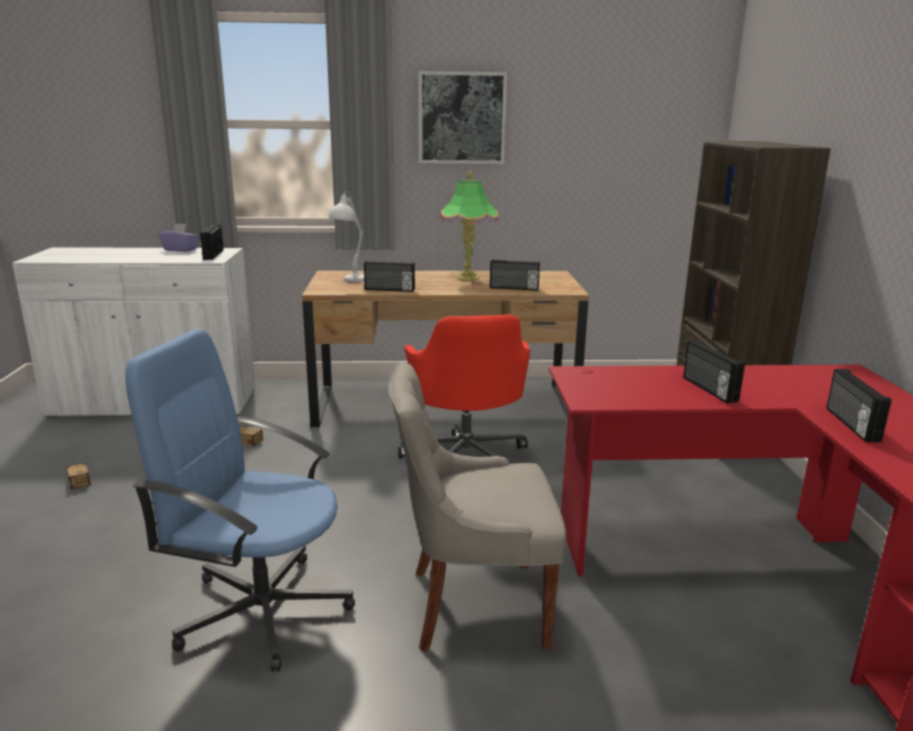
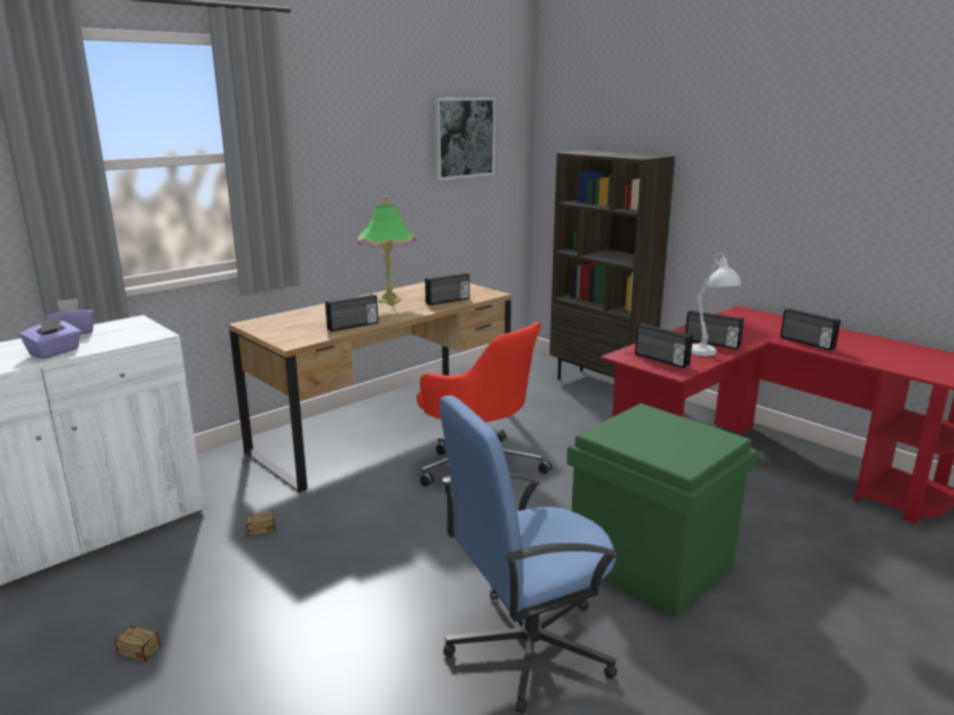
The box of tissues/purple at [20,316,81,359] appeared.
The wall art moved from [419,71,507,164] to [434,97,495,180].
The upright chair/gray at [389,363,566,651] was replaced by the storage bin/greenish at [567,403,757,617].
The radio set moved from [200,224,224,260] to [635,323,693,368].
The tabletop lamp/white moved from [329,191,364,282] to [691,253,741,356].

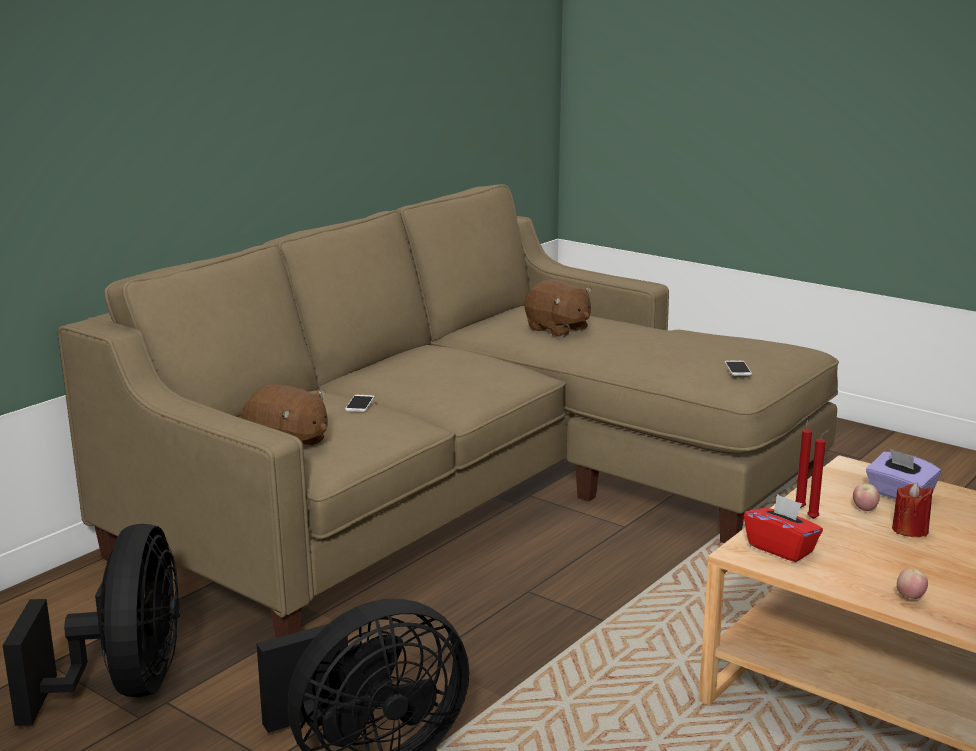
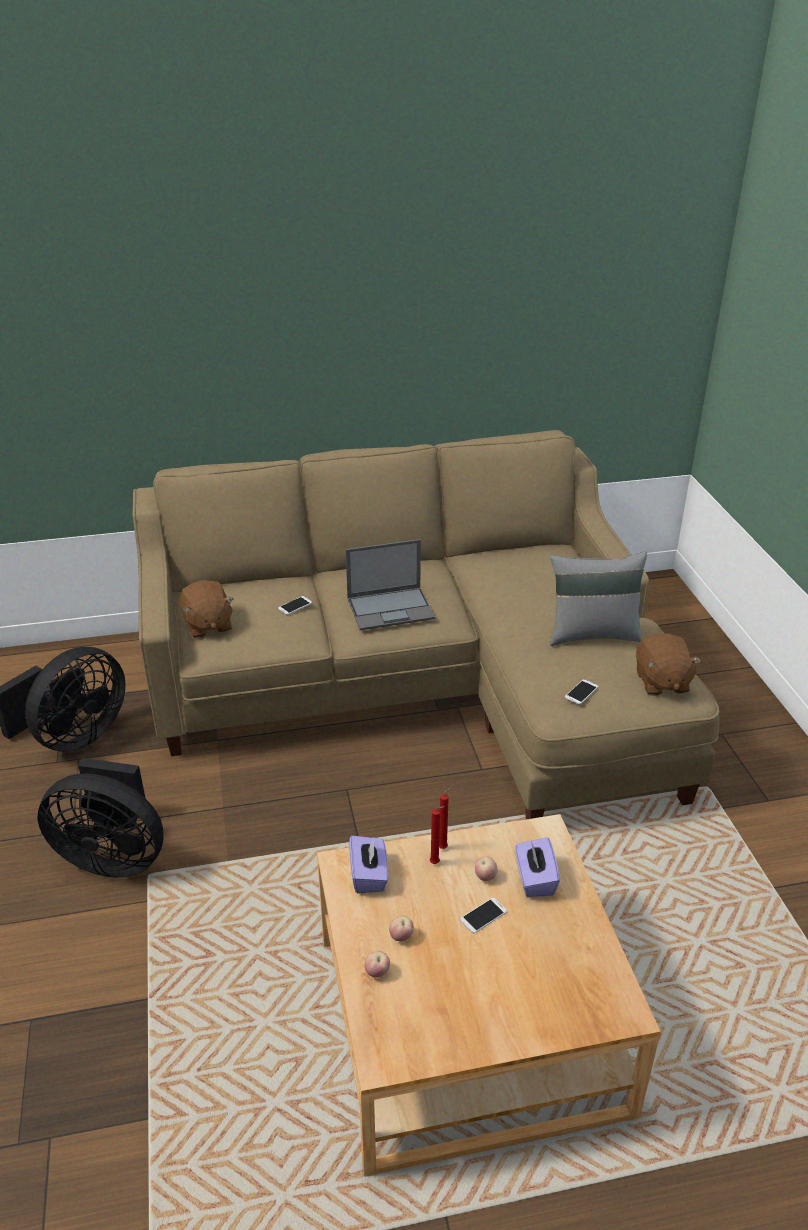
The laptop at [346,539,435,630] appeared.
The box of tissues/red at [744,494,823,562] became the box of tissues/purple at [349,836,388,893].
The apple fruit at [389,916,414,942] appeared.
The candle/red at [892,483,933,537] was replaced by the handset at [460,898,507,934].
The cushion/gray at [550,551,647,646] appeared.
The cuddly toy/brown-coloured moved from [524,280,592,337] to [636,633,701,696].

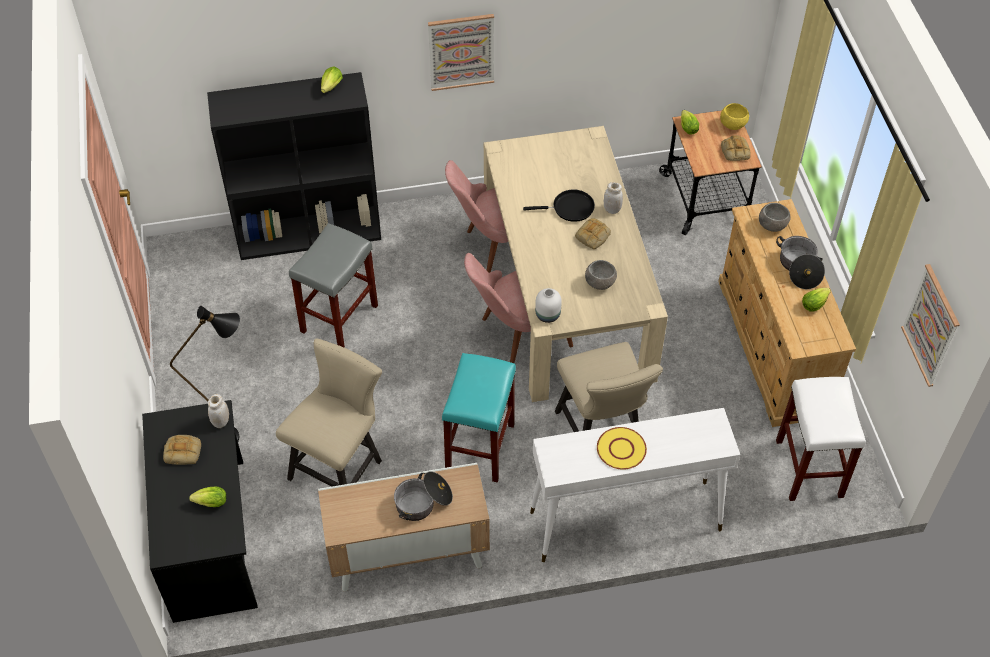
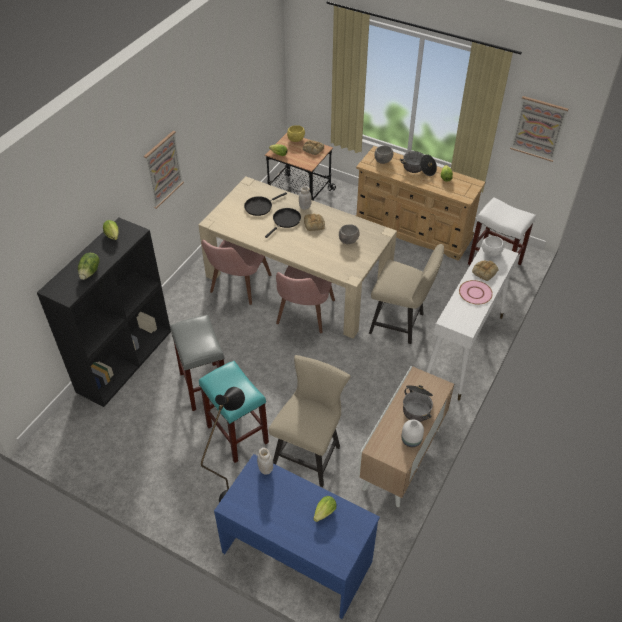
The head of lettuce at [78,253,100,280] appeared.
The sitting stool/blue-green moved from [442,353,516,483] to [199,361,269,463].
The desk table/black-coloured at [142,400,258,623] became the desk table/bluish at [214,454,380,619].
The frying pan/black-coloured at [244,192,287,216] appeared.
The upright chair/sand-coloured at [276,338,382,487] turned 45 degrees clockwise.
The decorative vase/white moved from [535,288,562,323] to [401,419,424,447].
The plate/yellowish at [597,427,647,470] became the plate/pink-coloured at [459,280,493,305].
The bakery bread moved from [163,435,201,465] to [472,260,499,281].
The bowl/white at [482,236,504,256] appeared.

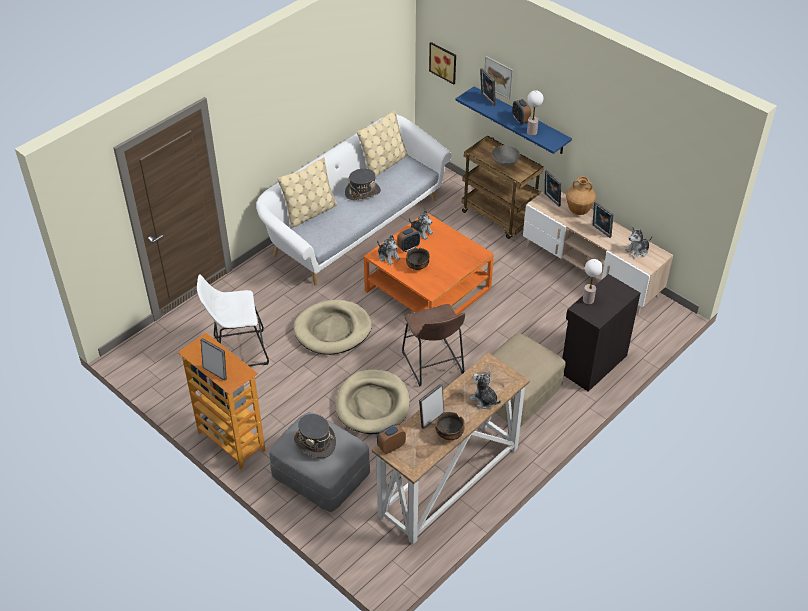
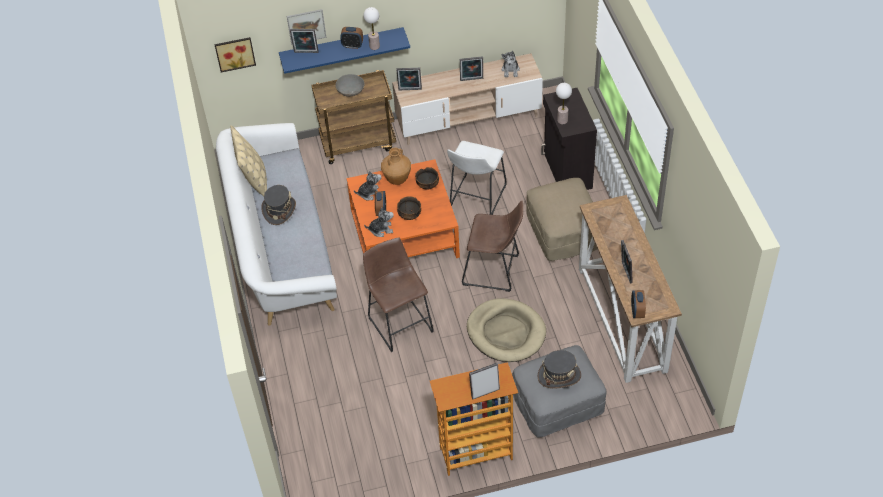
The pet bed/sand-coloured at [294,300,372,355] was replaced by the sitting stool/brown-coloured at [363,237,434,352].
The decorative vase/brown-coloured moved from [566,176,596,215] to [381,147,411,185].
The bowl moved from [435,412,465,440] to [415,167,439,190].
The sitting stool/white moved from [197,274,269,366] to [447,141,507,215].
The cushion/sand-coloured at [277,157,337,228] disappeared.
The cuddly toy at [470,371,501,409] disappeared.

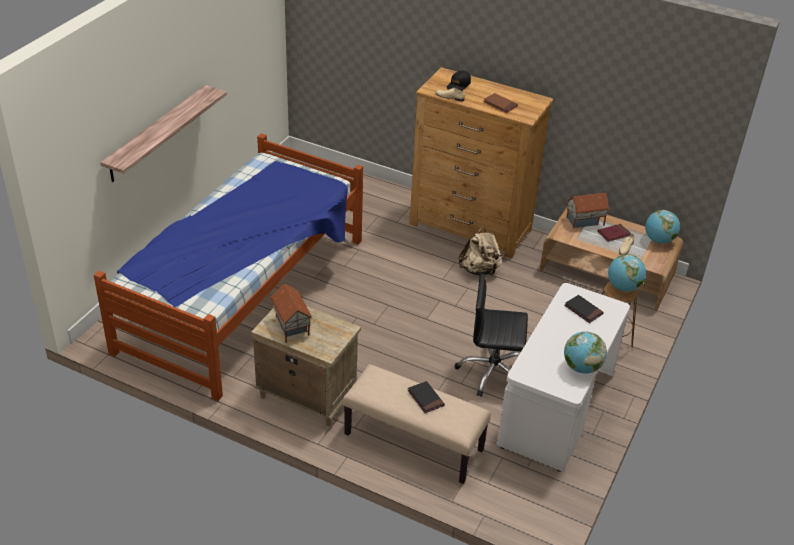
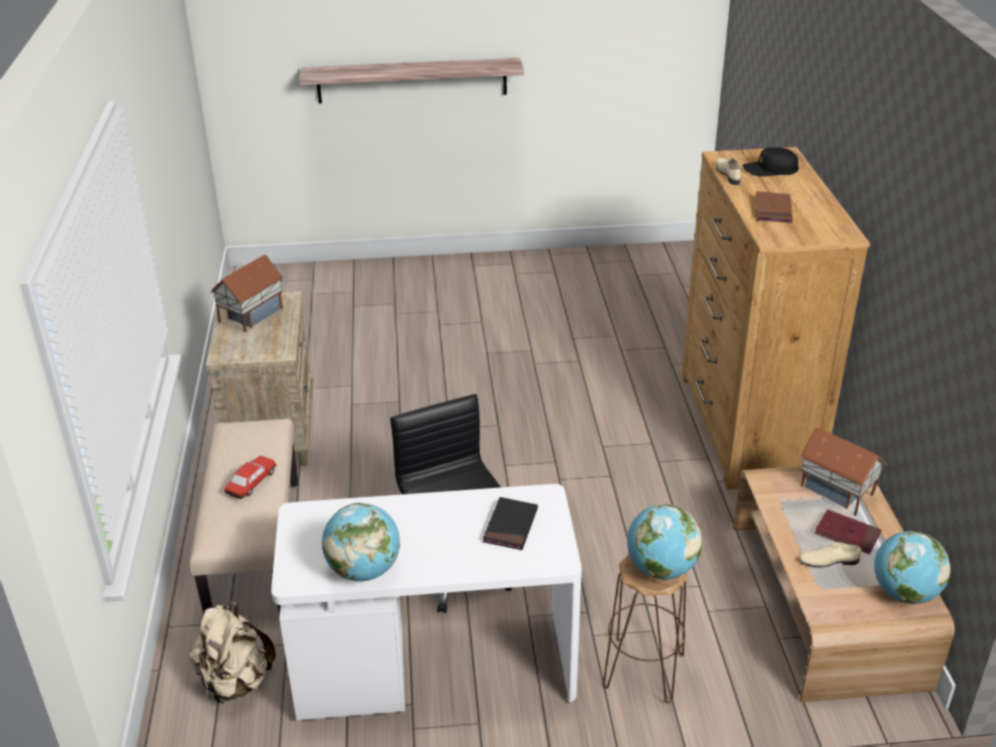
The rucksack/sand-coloured moved from [459,227,502,275] to [189,602,276,704].
The book/black-coloured at [408,381,445,413] was replaced by the miniature car at [224,456,276,499].
The bedroom bed at [94,133,363,401] disappeared.

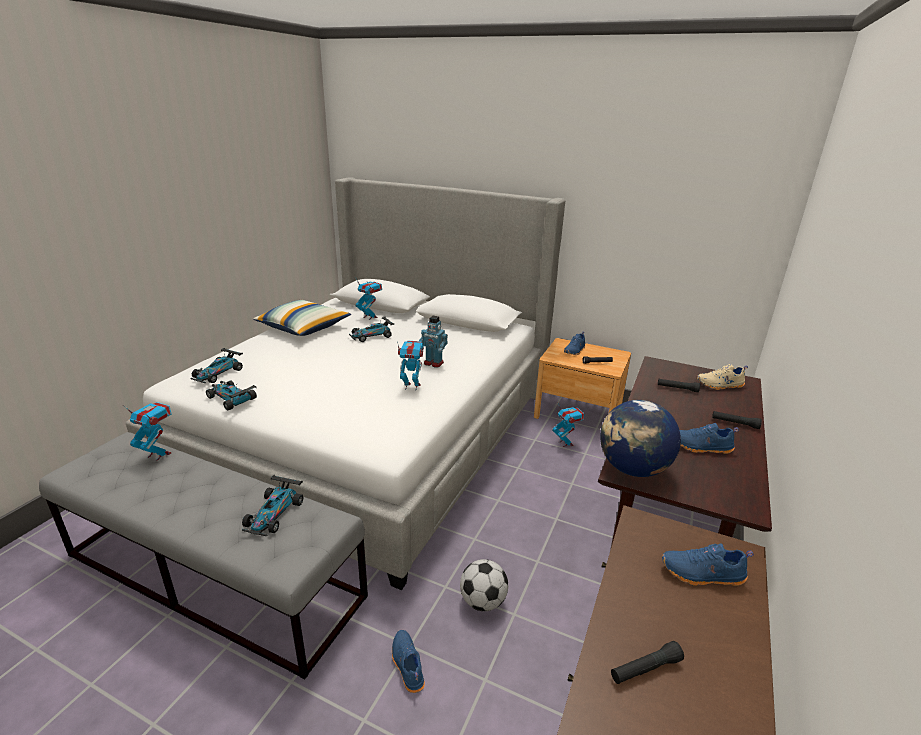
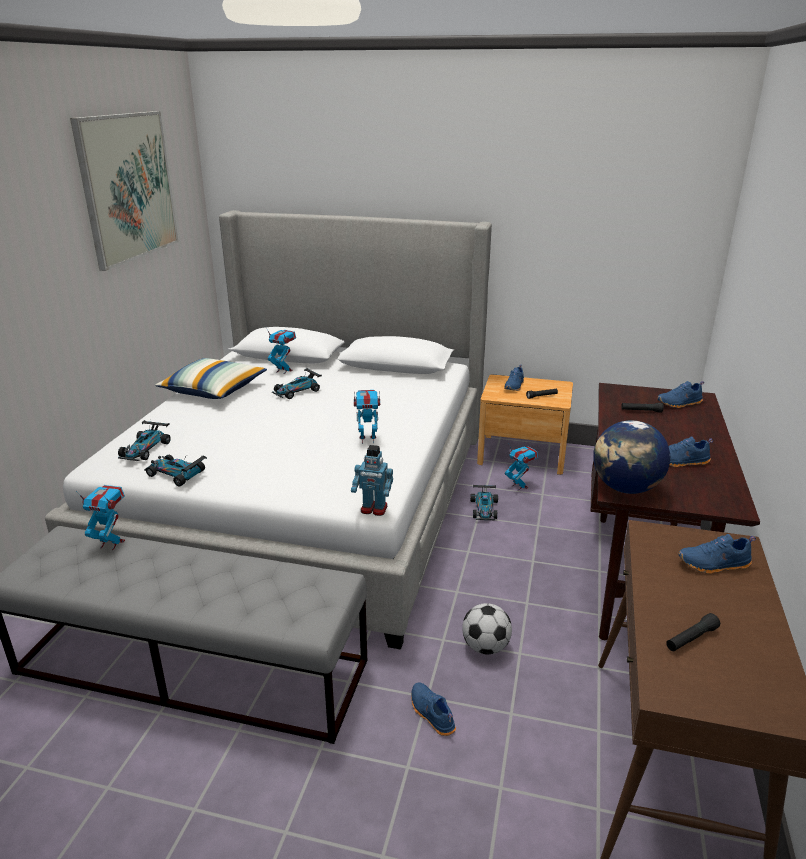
The wall art at [70,111,179,271] appeared.
The robot figure moved from [419,316,448,367] to [351,445,393,516].
The miniature car moved from [242,475,303,536] to [470,485,498,520].
The shoe/sand-coloured at [697,364,748,390] became the shoe/bluish at [657,381,704,408].
The hand torch/black-coloured at [712,411,762,429] disappeared.

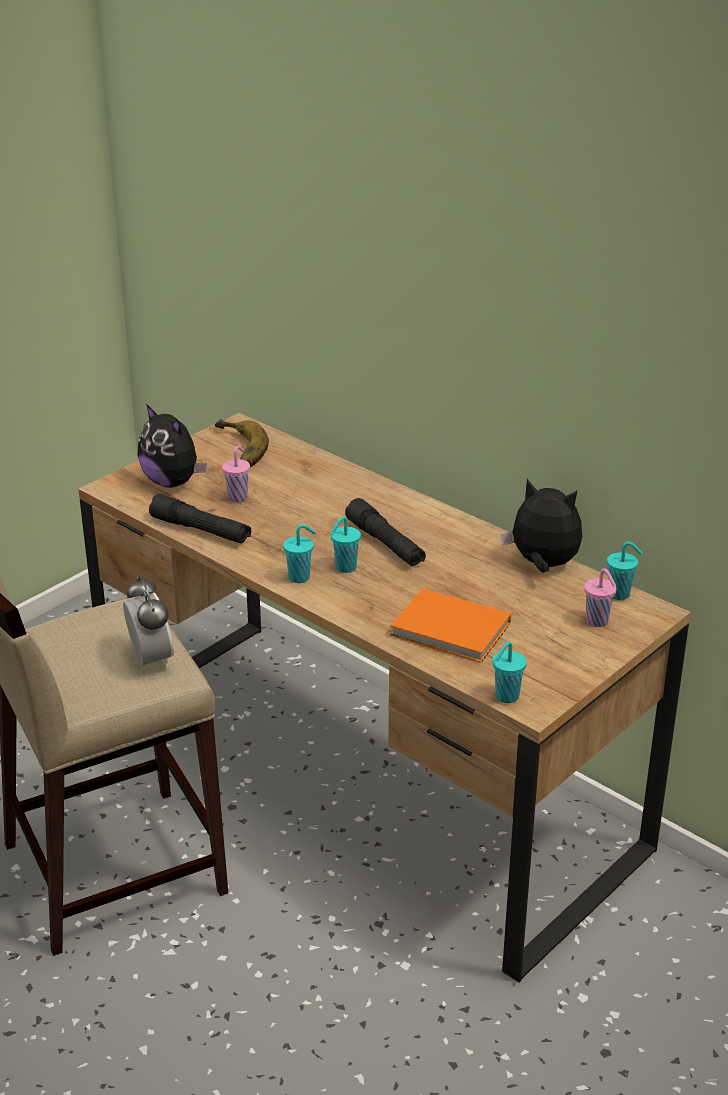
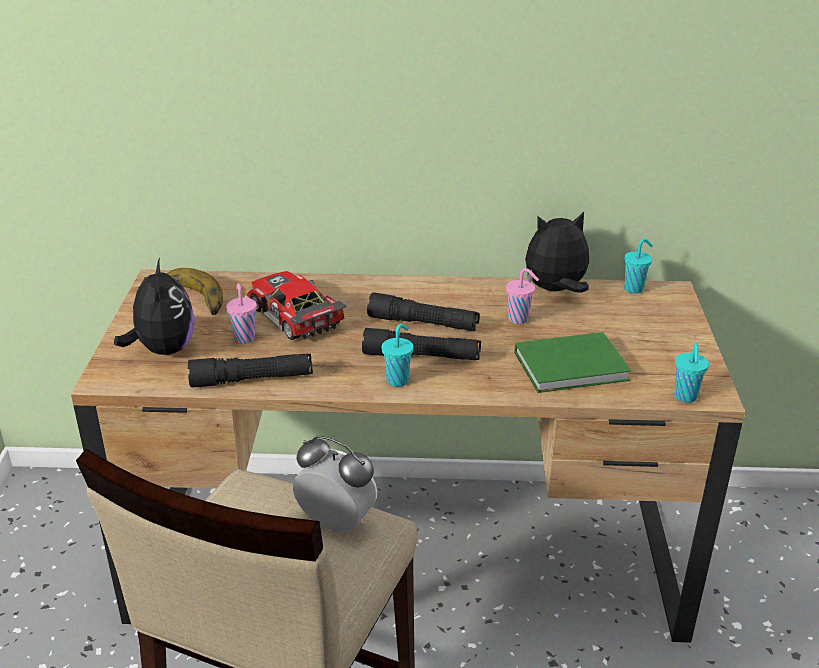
The cuddly toy at [138,404,207,488] turned 105 degrees counterclockwise.
The miniature car at [245,271,346,340] appeared.
The small cup/blue-green at [331,516,361,573] was replaced by the hand torch/black-coloured at [362,328,481,360].
The small cup/pink-coloured moved from [584,568,617,627] to [506,268,539,324].
The book/orange at [390,588,511,663] became the book/greenish at [514,332,631,393].

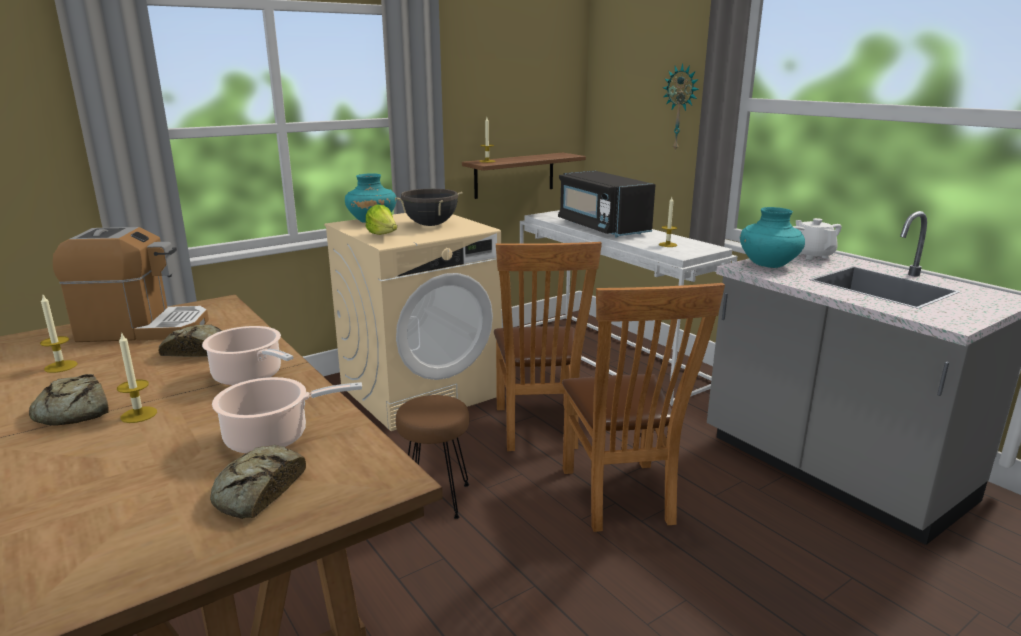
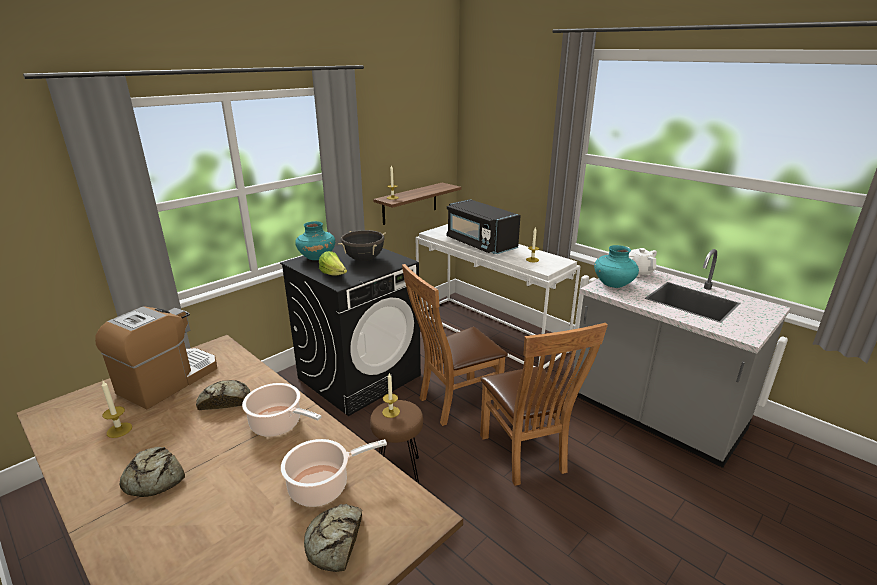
The coffee maker at [53,227,209,342] turned 45 degrees counterclockwise.
The washing machine/sand-coloured at [324,213,502,431] became the washing machine/black-coloured at [280,245,421,416].
The candle moved from [117,332,157,423] to [382,373,400,418].
The upright chair/brown-coloured at [494,242,602,451] turned 75 degrees clockwise.
The hanging clock at [663,63,699,152] disappeared.

